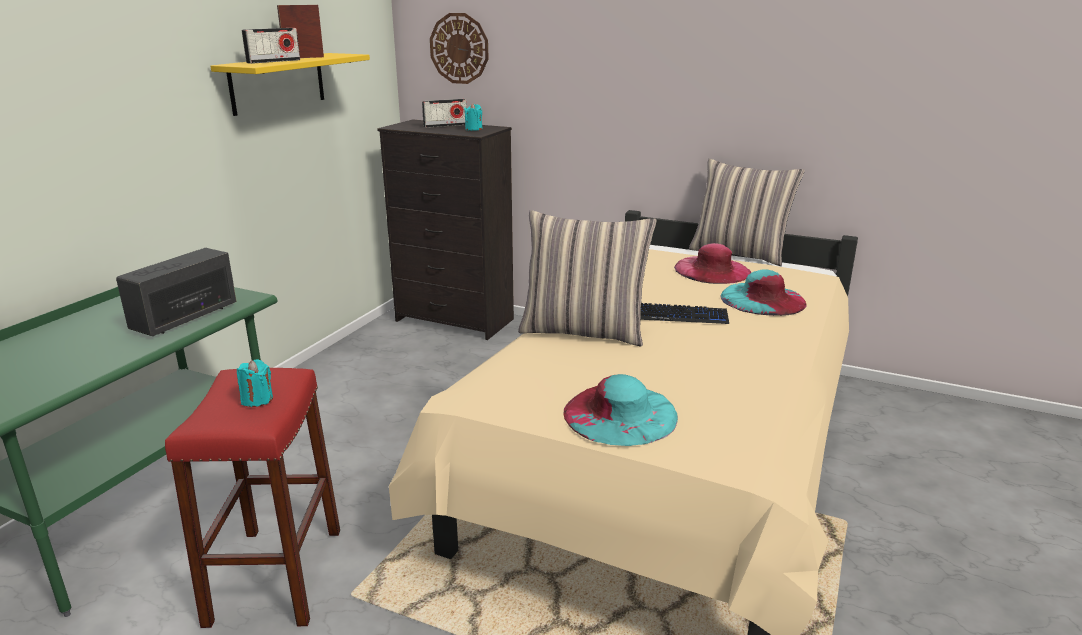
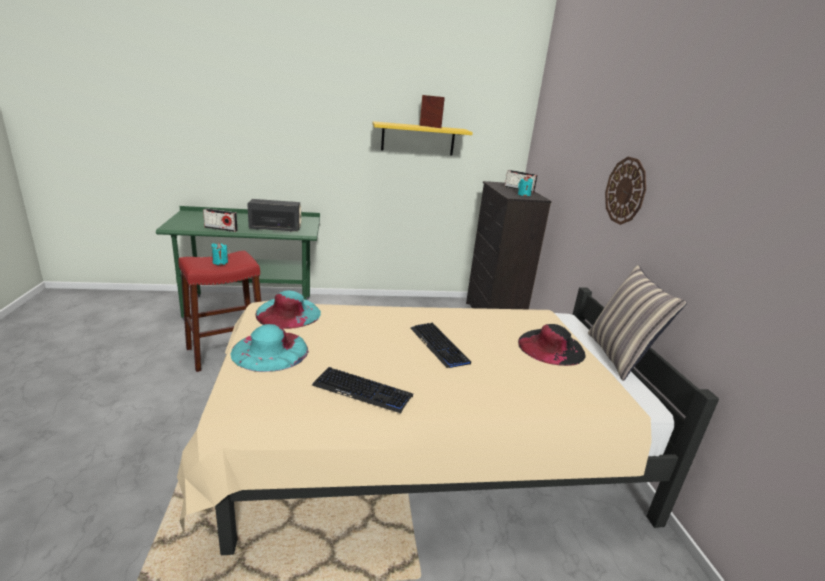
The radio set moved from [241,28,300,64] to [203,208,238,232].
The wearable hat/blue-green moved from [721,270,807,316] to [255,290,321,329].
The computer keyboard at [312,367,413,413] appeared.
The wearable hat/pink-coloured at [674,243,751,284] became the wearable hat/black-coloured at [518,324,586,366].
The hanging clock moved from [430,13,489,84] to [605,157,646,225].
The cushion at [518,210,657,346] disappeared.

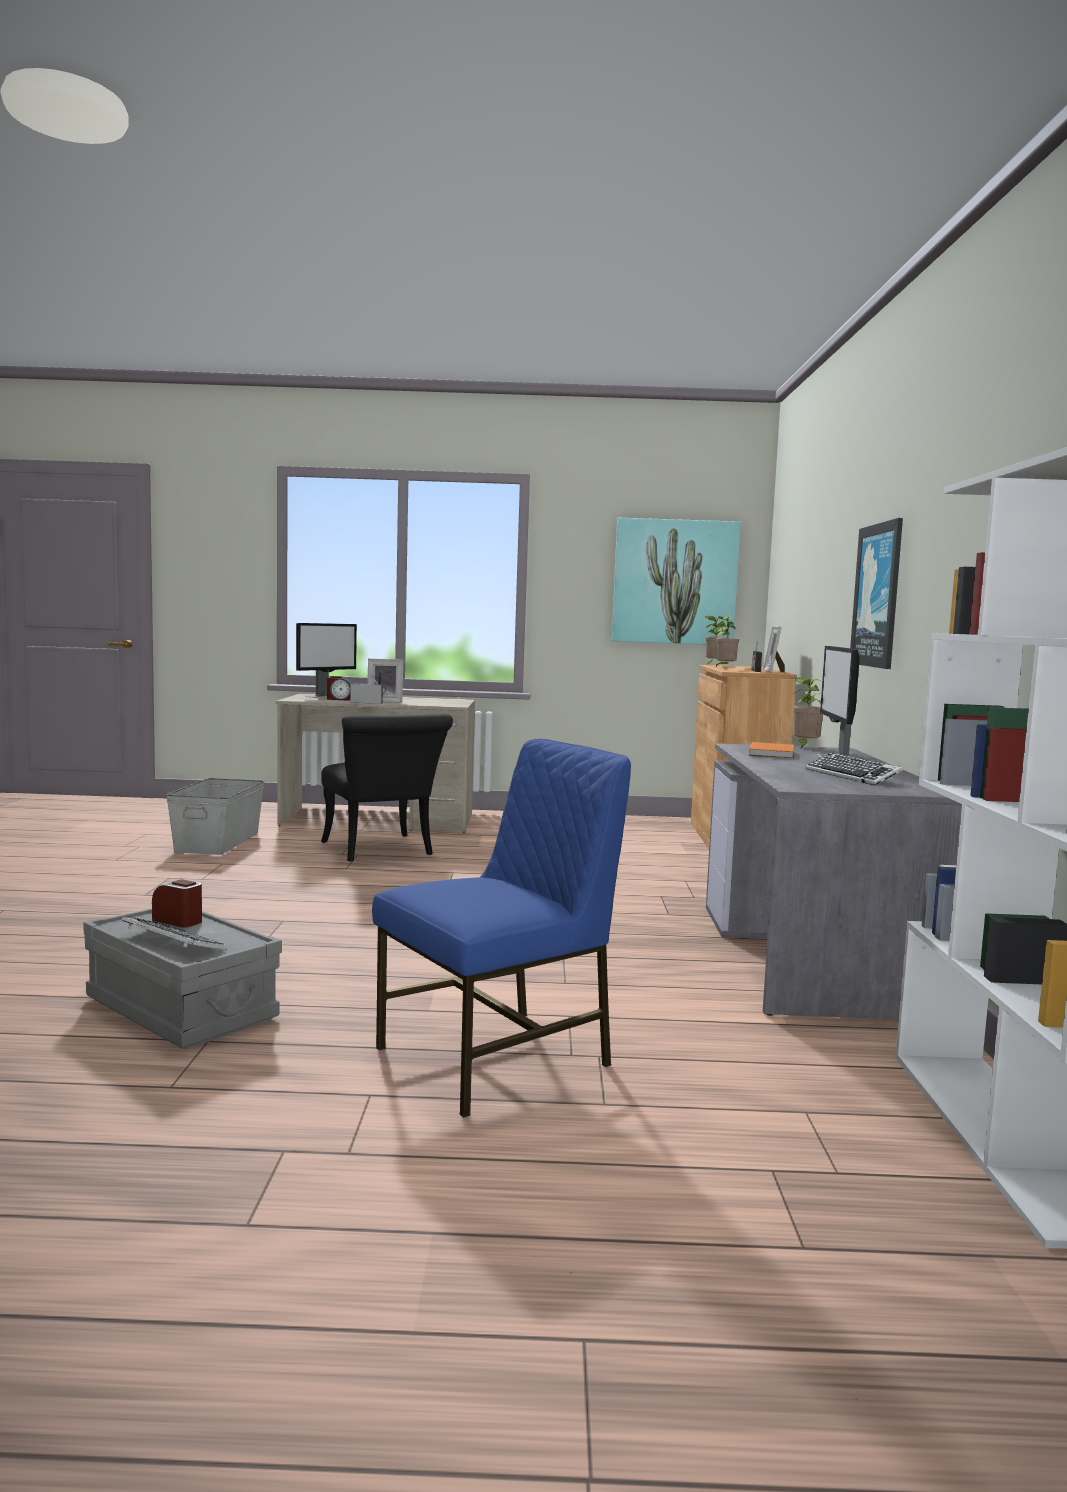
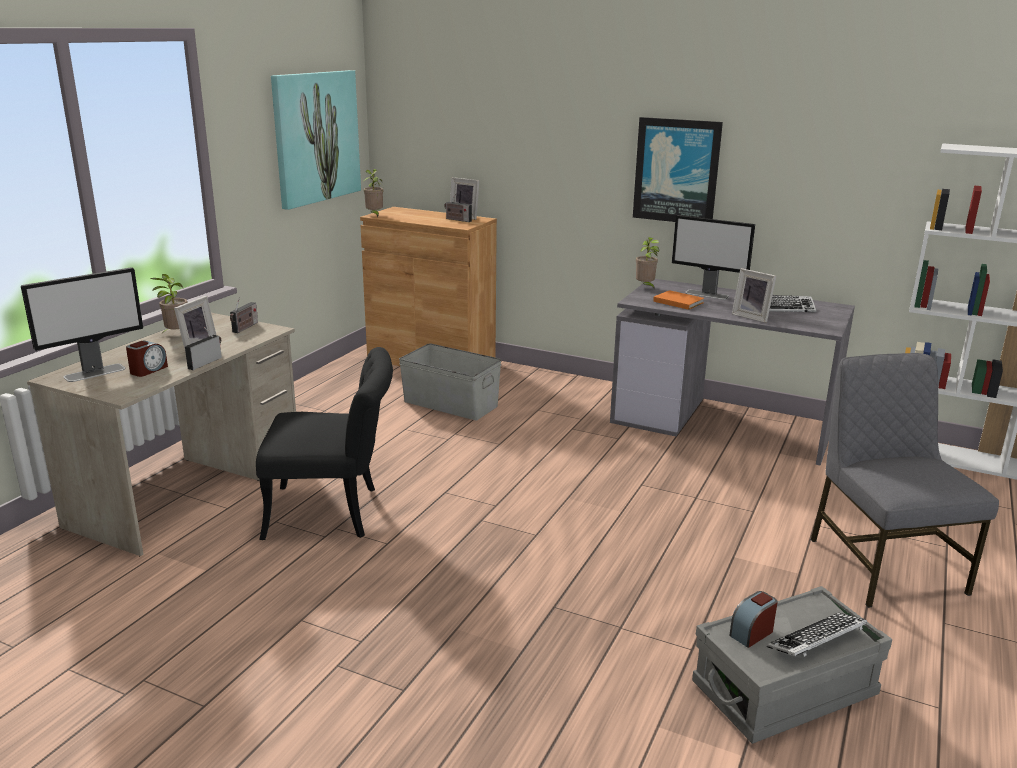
The computer display at [296,623,357,698] turned 75 degrees clockwise.
The potted plant moved from [716,616,739,666] to [150,274,188,334].
The radio set at [230,297,258,333] appeared.
The storage bin/gray moved from [166,778,265,855] to [399,343,501,420].
The standing frame at [732,268,776,323] appeared.
The upright chair/bluish at [372,739,631,1118] became the upright chair/gray at [811,353,999,608].

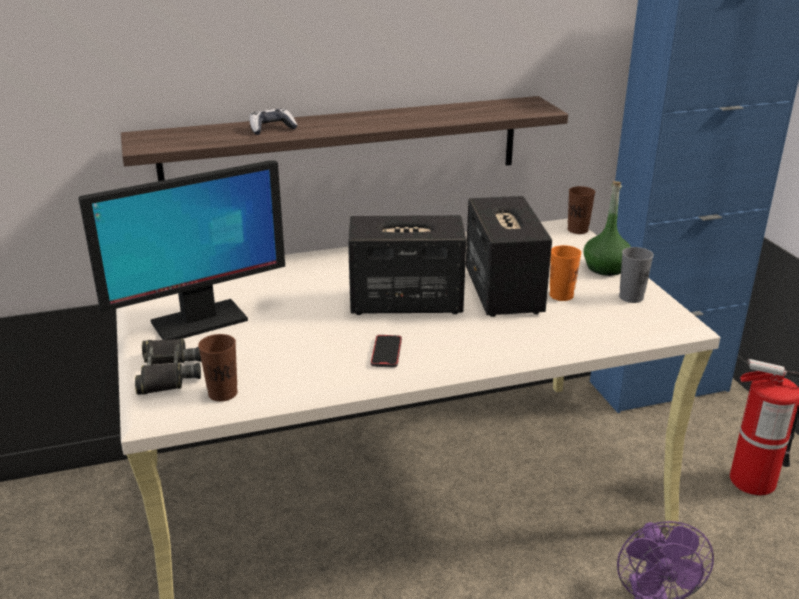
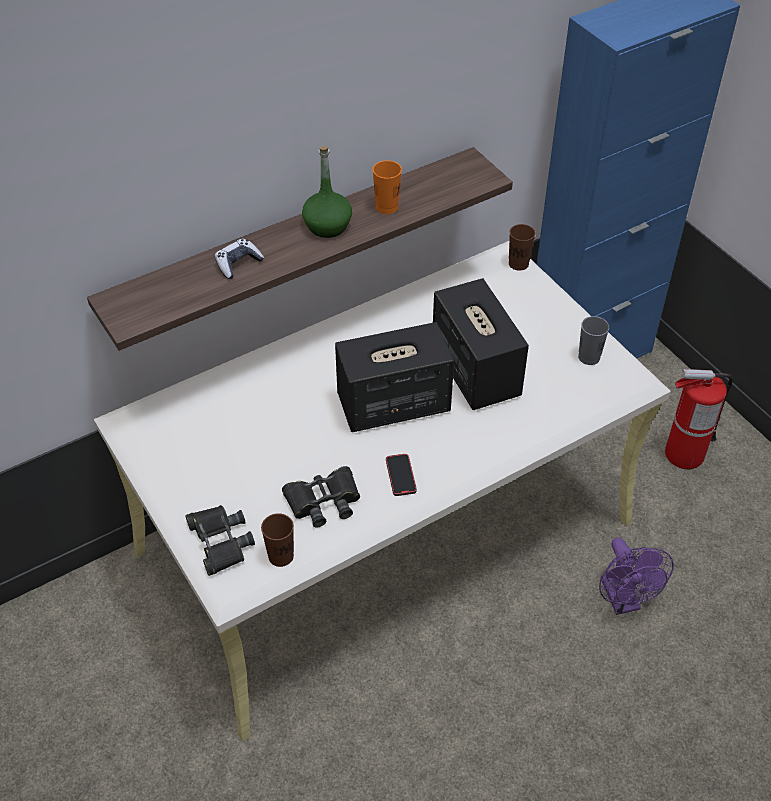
The pair of binoculars/black-coloured at [282,466,360,527] appeared.
The bottle/greenish moved from [583,181,631,276] to [302,146,352,238].
The small cup/orange moved from [550,245,582,301] to [373,160,402,214].
The computer display at [78,160,285,340] disappeared.

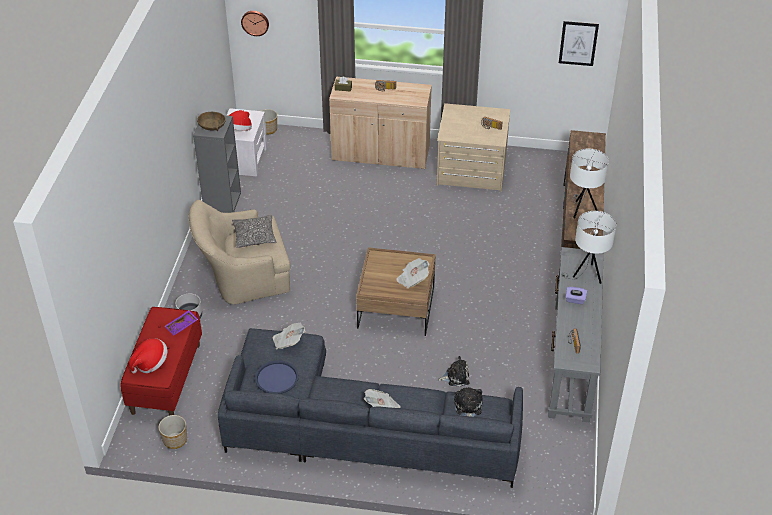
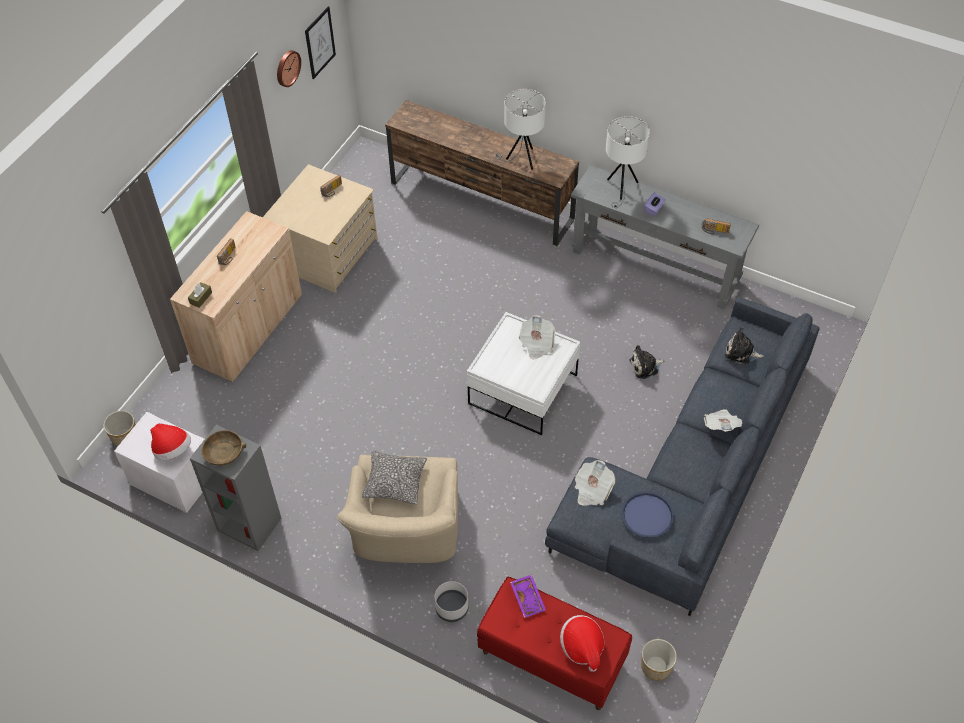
The hanging clock moved from [241,11,269,36] to [277,50,301,87].
The lounge table/brown-coloured at [356,247,436,336] became the lounge table/white at [467,312,580,435].
The cuddly toy at [438,356,470,387] turned 120 degrees counterclockwise.

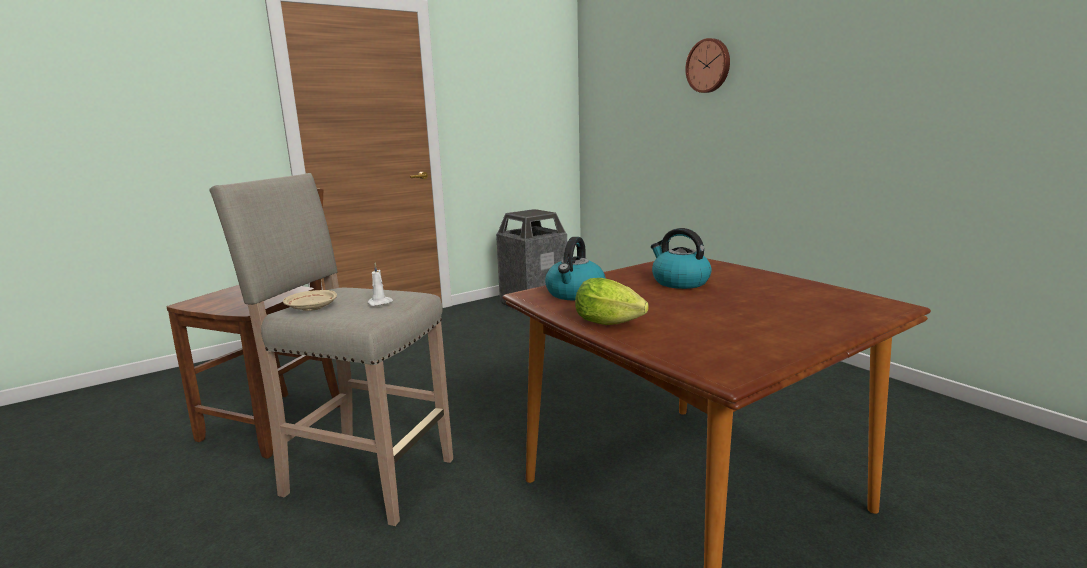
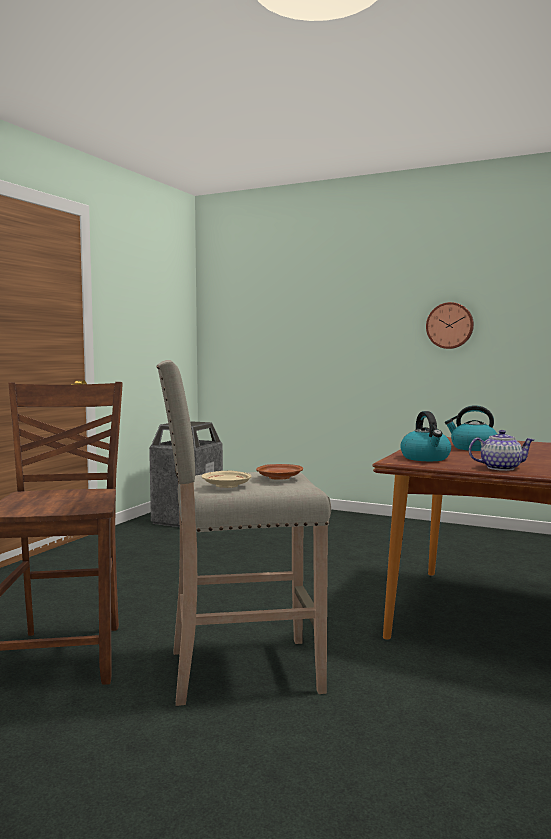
The candle/white at [367,263,393,306] was replaced by the plate/brown-coloured at [256,464,303,480].
The hanging clock moved from [685,38,730,93] to [426,302,474,349].
The head of lettuce at [575,278,649,325] was replaced by the teapot at [469,430,535,471].

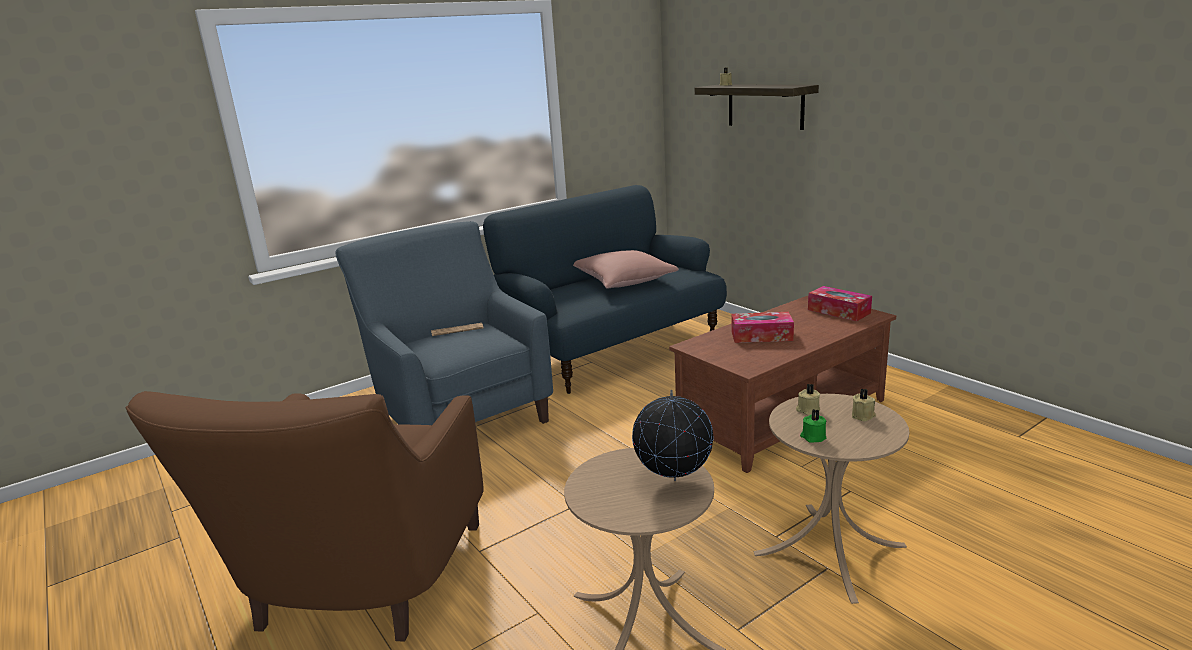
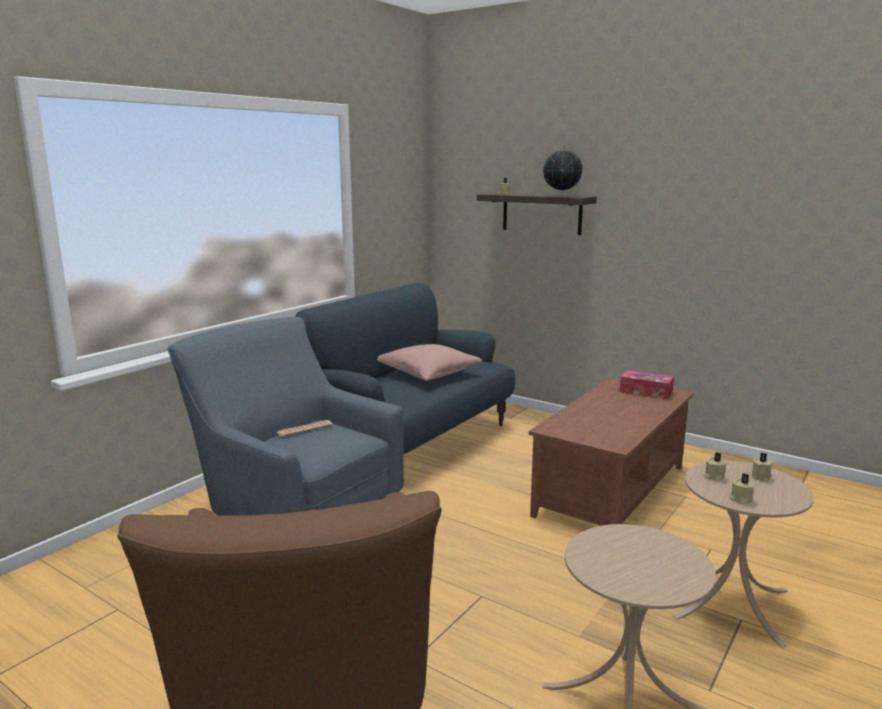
The globe moved from [632,390,714,481] to [543,145,583,196].
The candle/greenish at [800,409,826,443] became the candle/sand-coloured at [729,473,755,504].
The box of tissues at [731,312,794,343] disappeared.

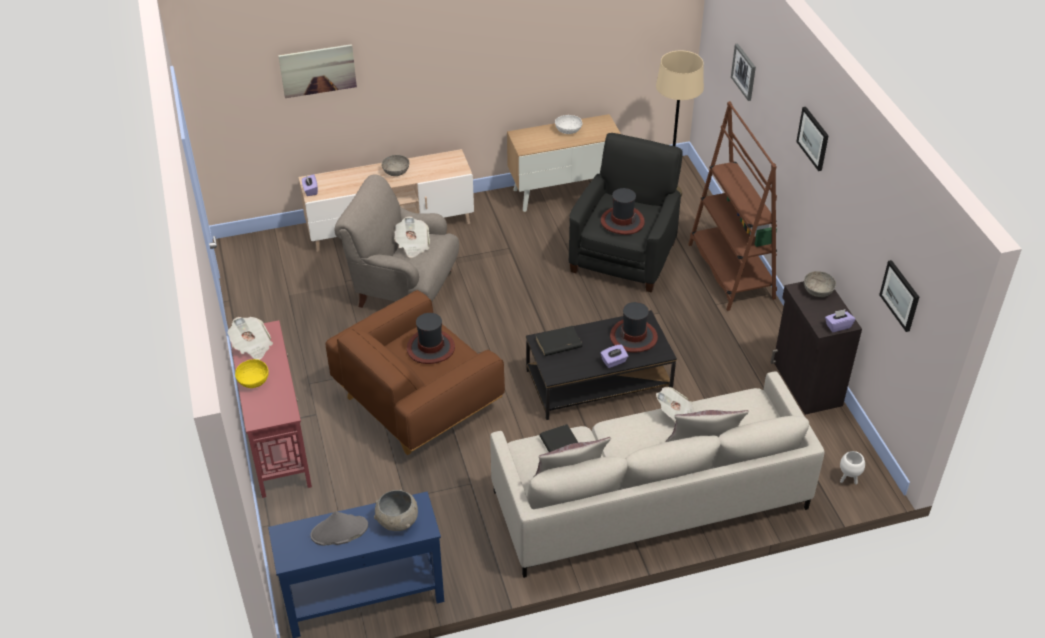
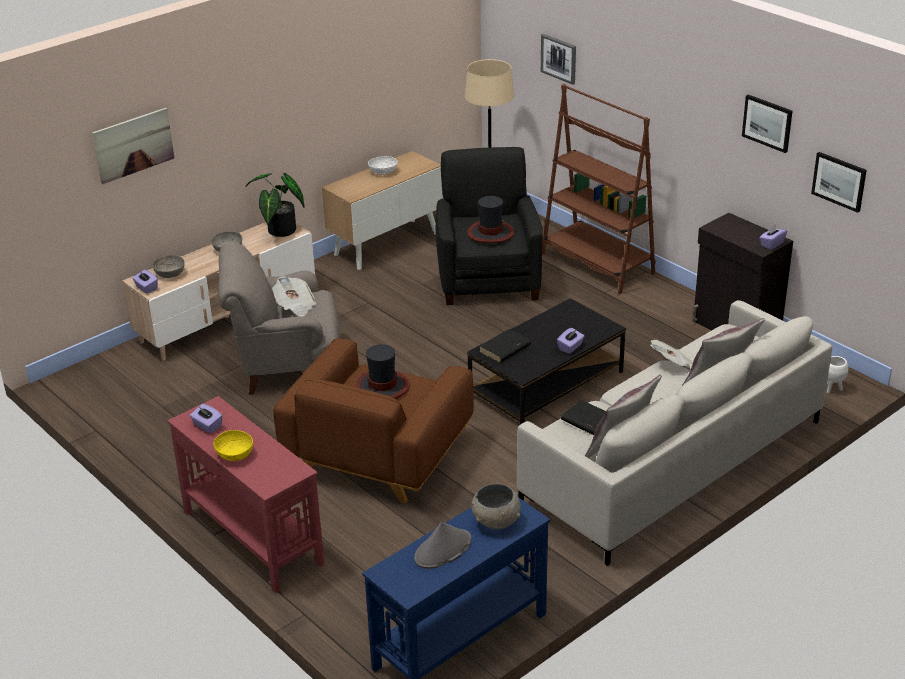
The bowl/gray moved from [804,271,836,297] to [153,255,185,278].
The daily paper at [228,317,273,360] was replaced by the box of tissues/purple at [190,404,223,433].
The potted plant at [246,173,305,237] appeared.
The wall art moved from [796,107,829,171] to [742,95,792,153].
The wearable hat at [610,302,658,353] disappeared.

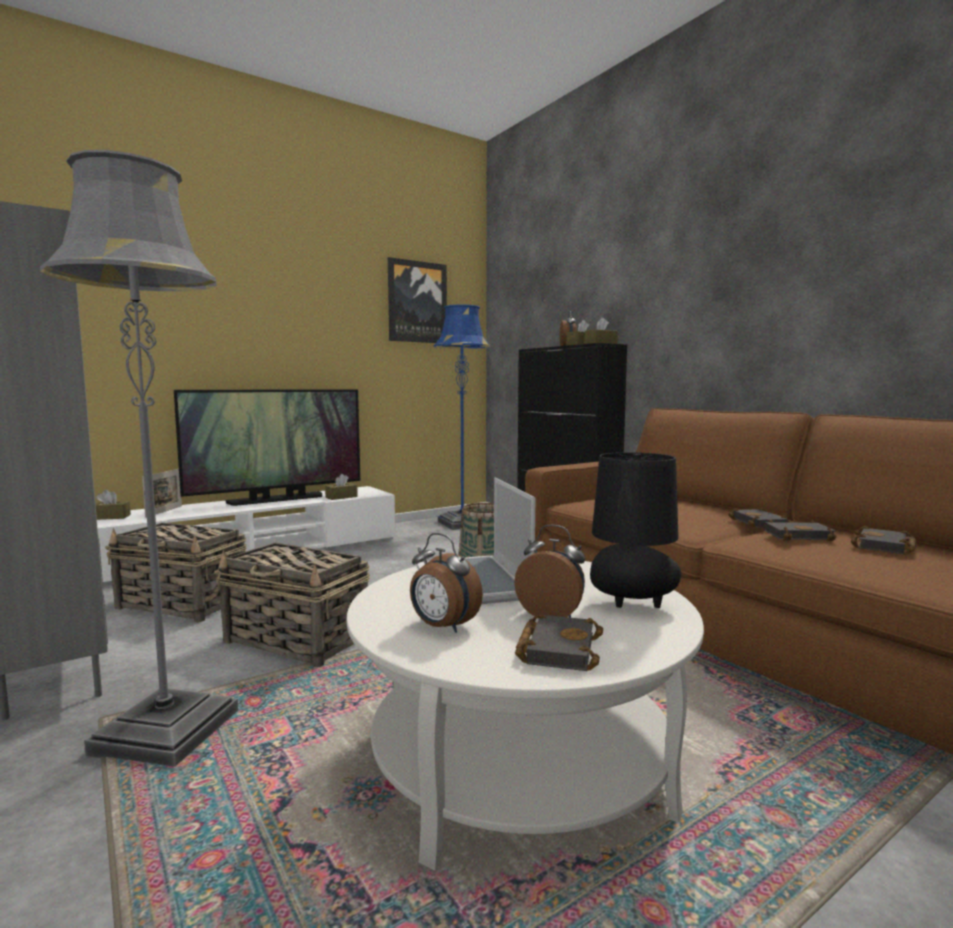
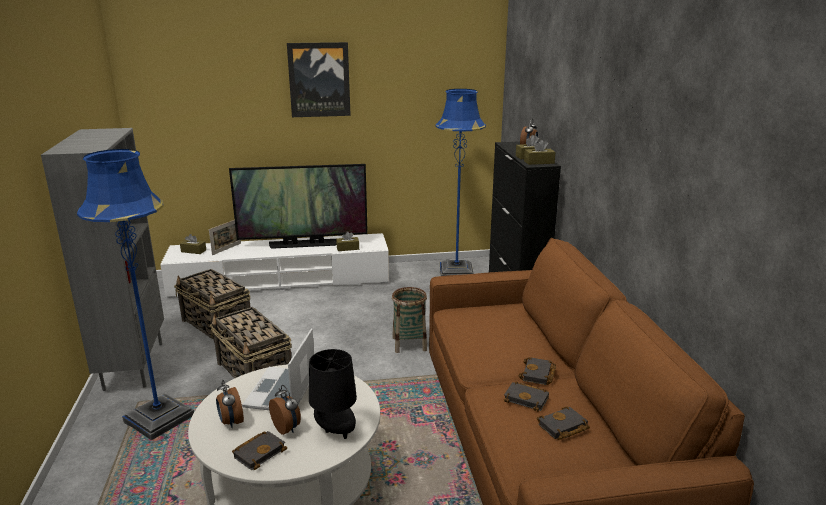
The standing lamp/gray at [40,150,238,767] became the standing lamp/bluish at [77,149,194,440].
The wall art moved from [388,257,447,343] to [287,42,351,117].

